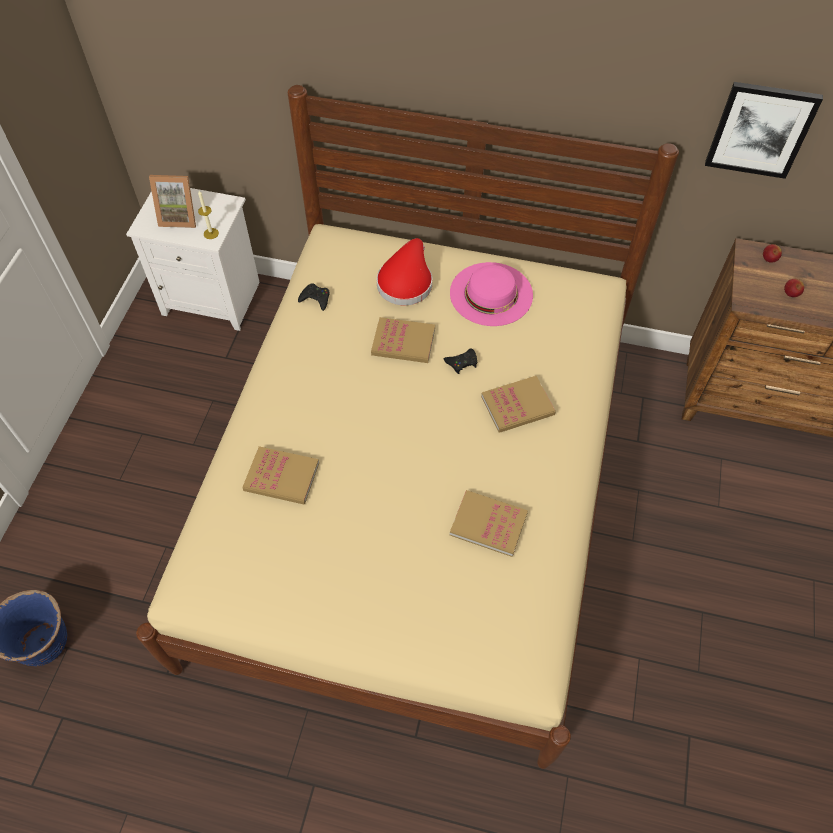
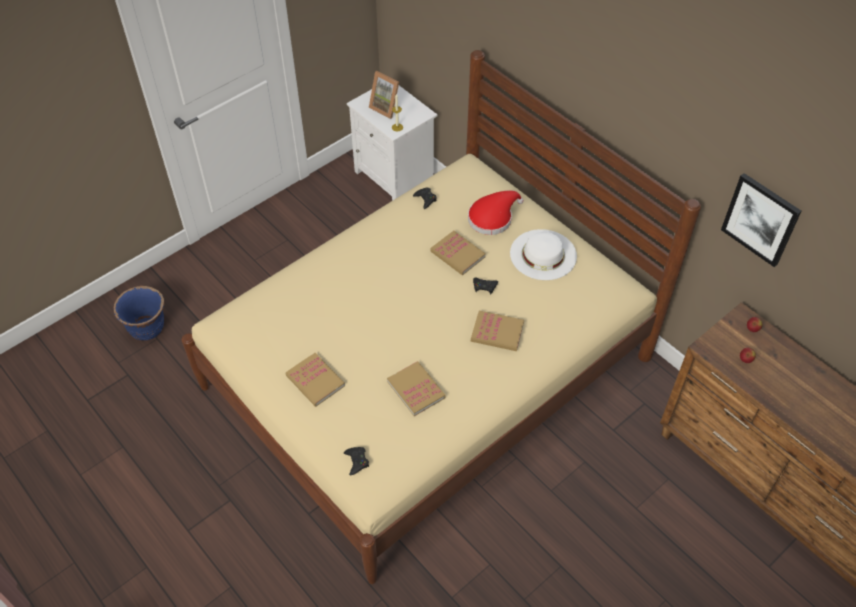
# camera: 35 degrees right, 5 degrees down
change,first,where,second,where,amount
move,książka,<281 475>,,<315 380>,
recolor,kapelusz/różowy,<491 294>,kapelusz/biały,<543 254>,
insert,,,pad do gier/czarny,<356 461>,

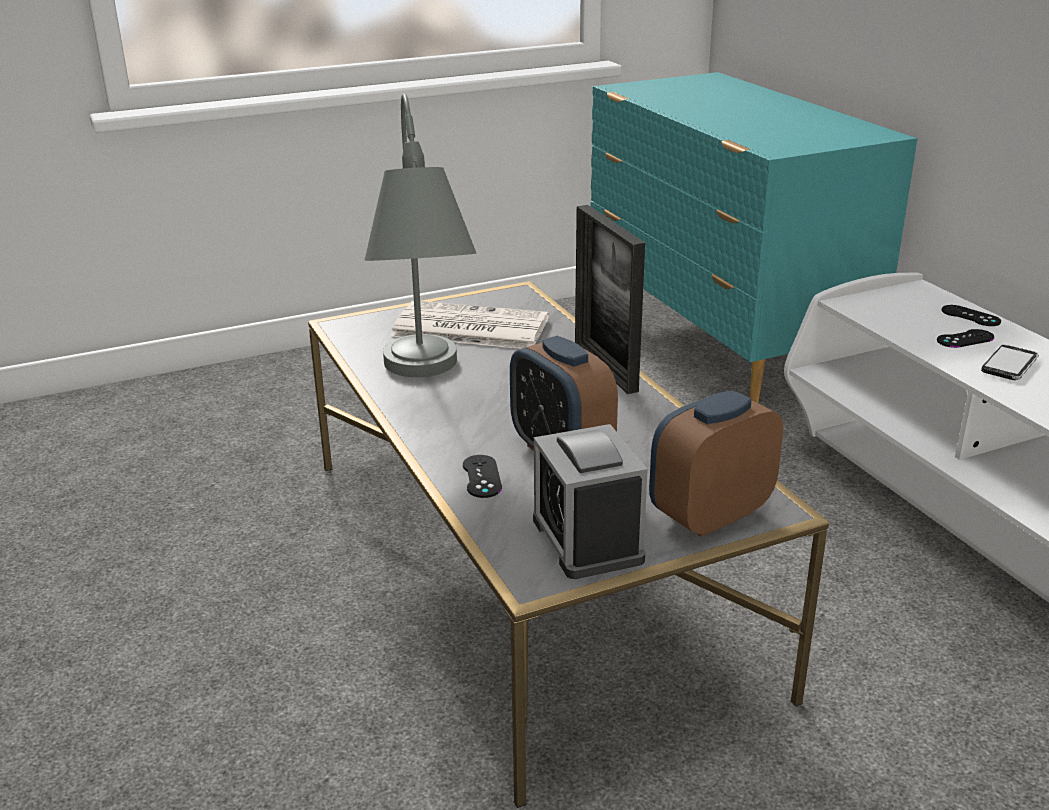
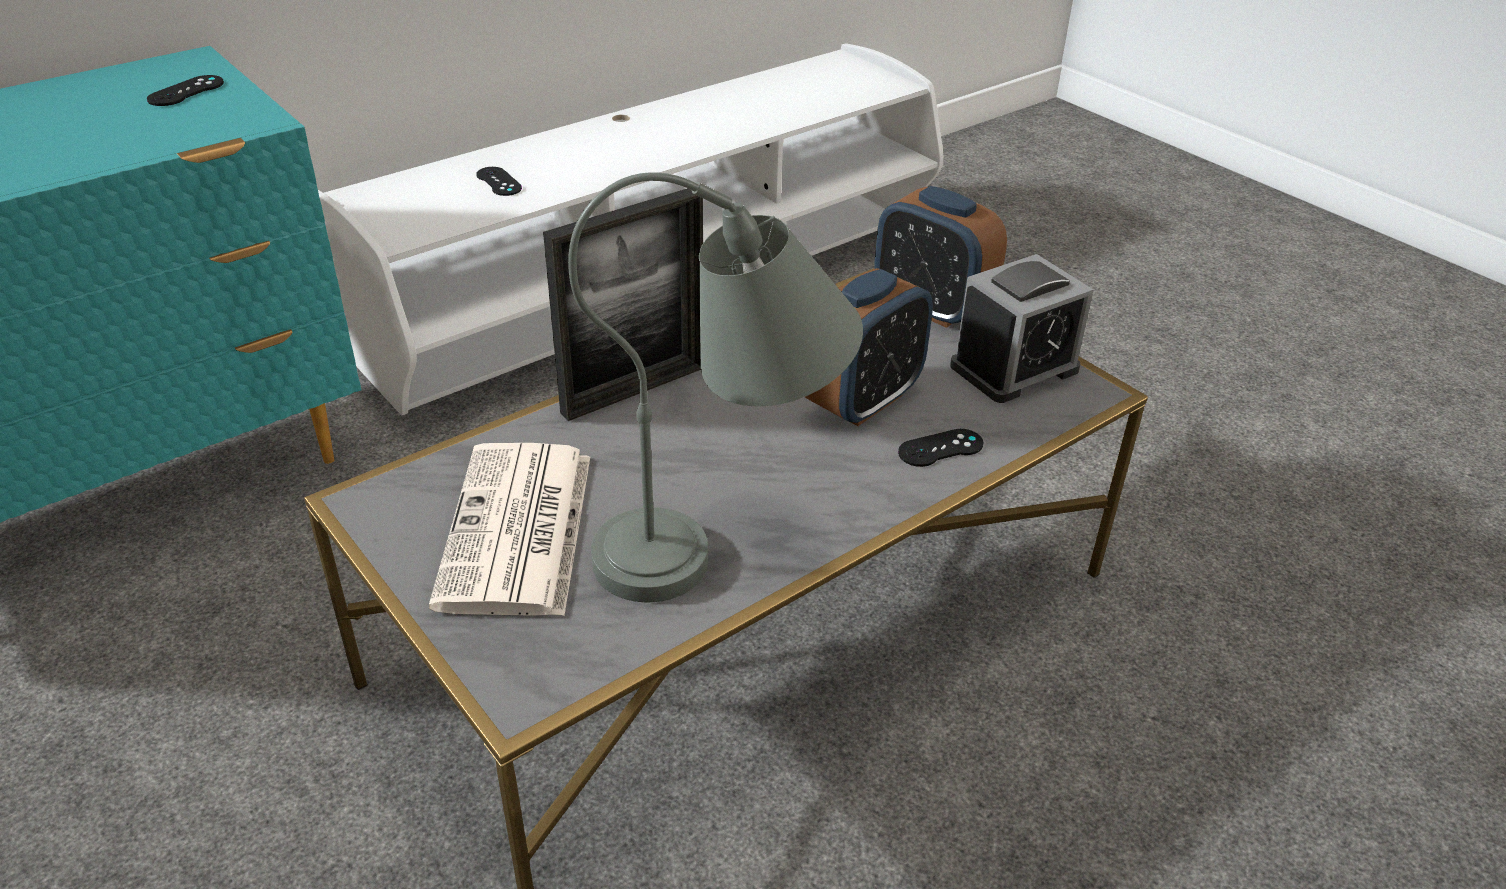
# camera: 105 degrees left, 10 degrees up
change,first,where,second,where,amount
move,pad do gier/czarny,<971 315>,,<185 90>,
delete,telefon,<1010 362>,,,

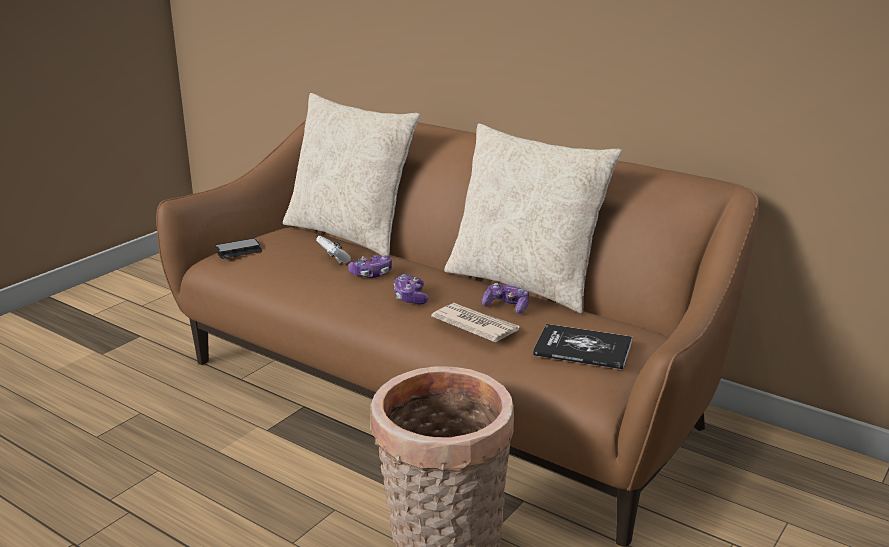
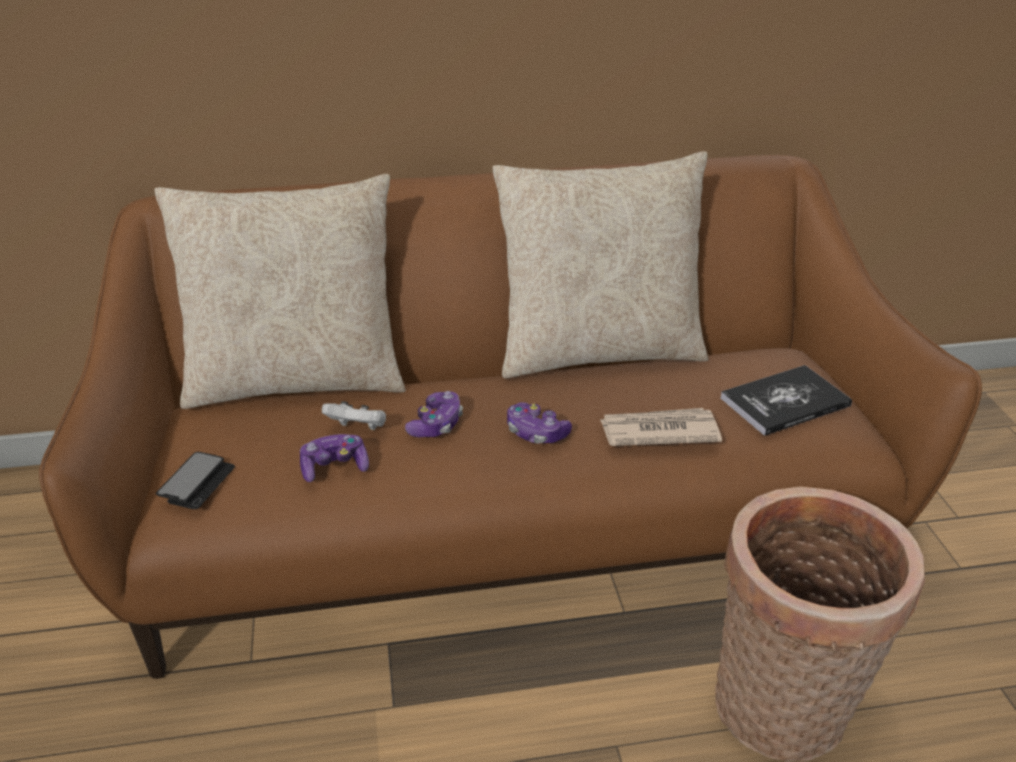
# camera: 45 degrees left, 10 degrees up
change,first,where,second,where,amount
move,pad do gier,<505 298>,,<334 458>,

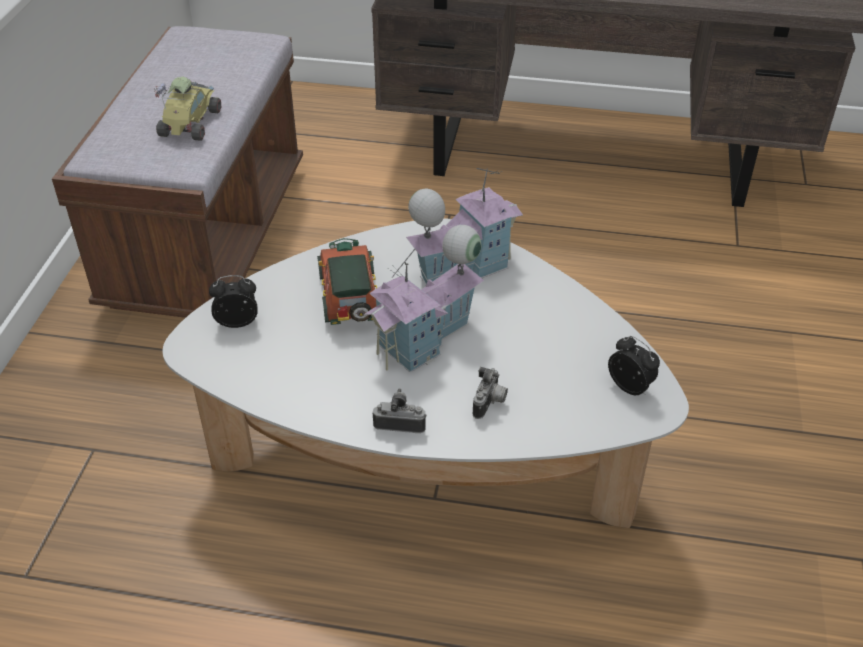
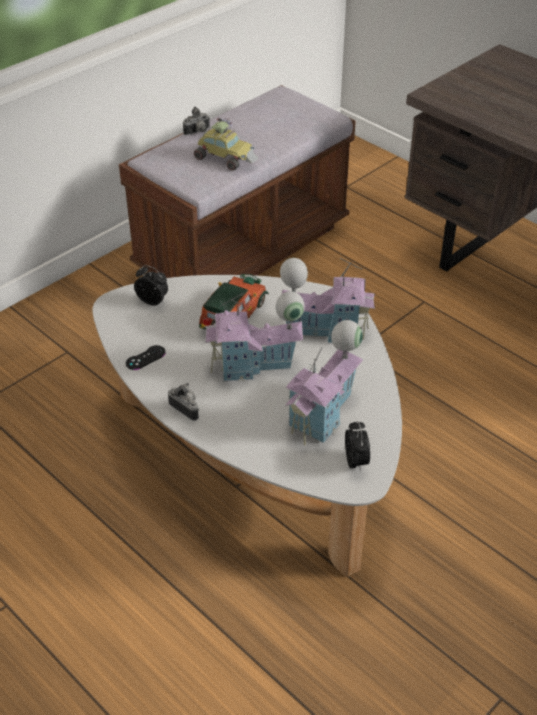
# camera: 35 degrees right, 0 degrees up
change,first,where,second,where,amount
rotate,samochodzik,<187 109>,,<226 144>,75 degrees clockwise
move,aparat fotograficzny,<490 393>,,<196 121>,
insert,,,pad do gier/czarny,<145 357>,
insert,,,domek,<324 382>,

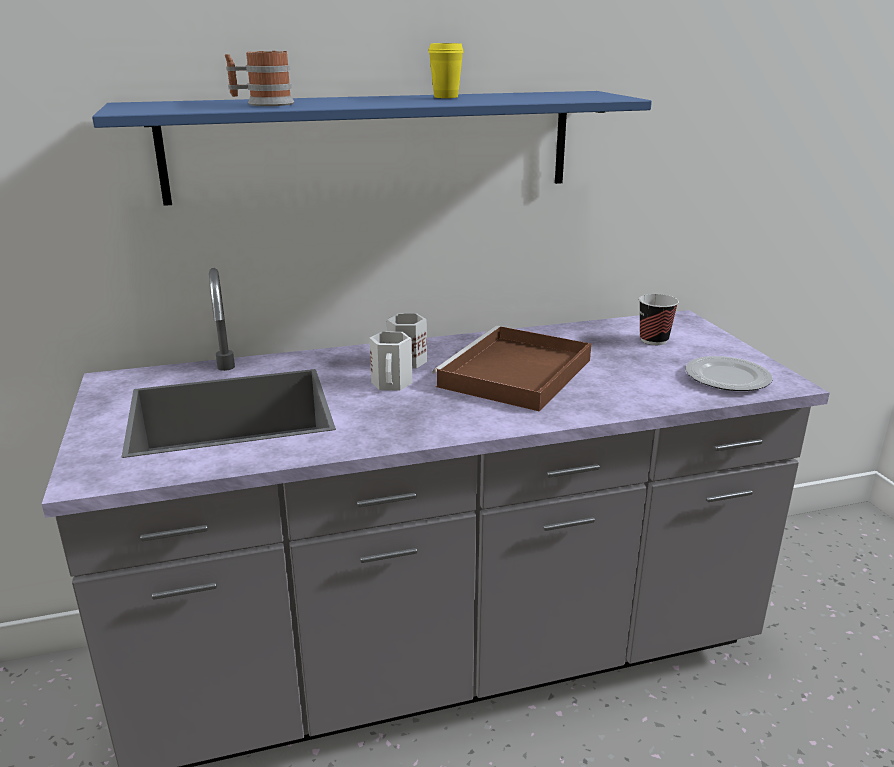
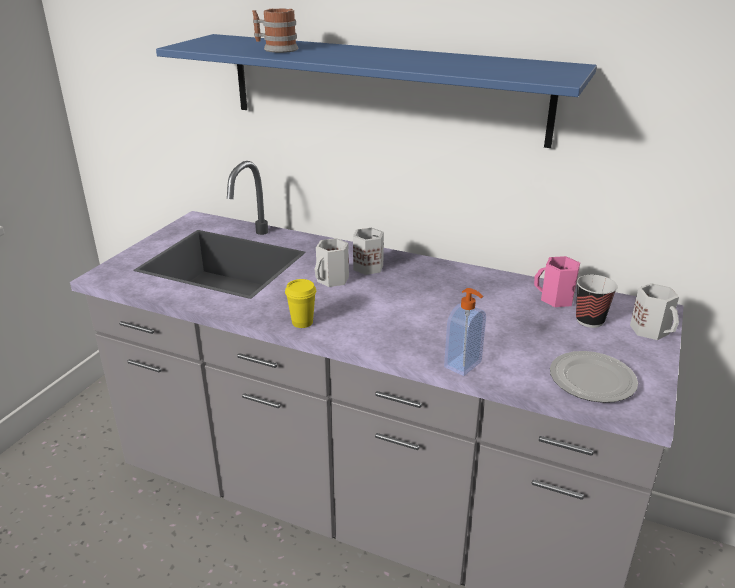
# camera: 40 degrees right, 5 degrees up
change,first,where,second,where,amount
move,filiżanka/żółty,<445 70>,,<300 303>,
delete,taca/brązowy,<512 369>,,,
insert,,,dozownik mydła,<465 332>,
insert,,,kubek/różowy,<557 281>,
insert,,,kubek/biały,<654 311>,

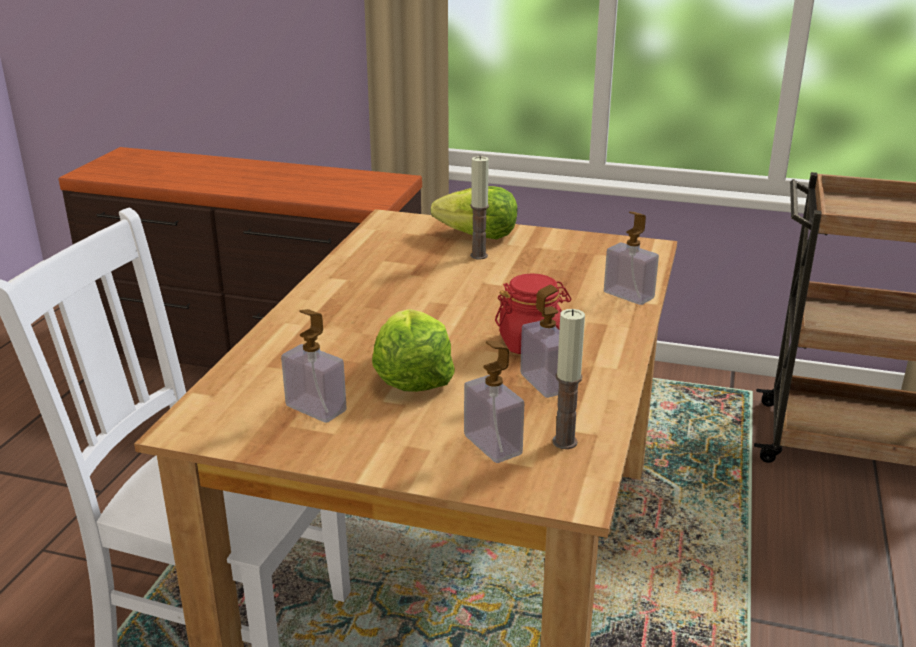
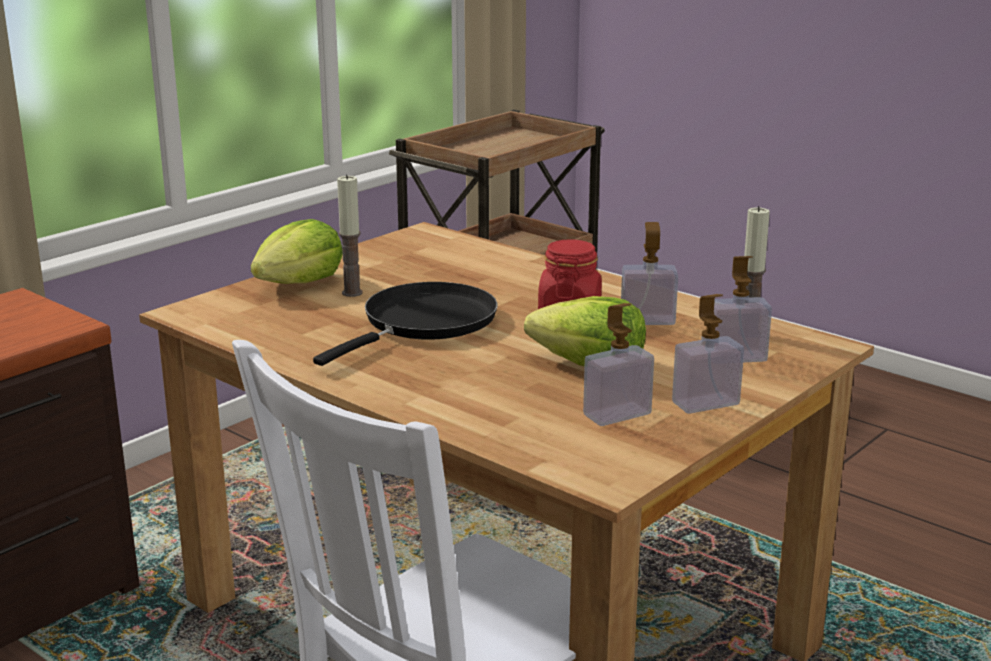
# camera: 65 degrees left, 5 degrees down
change,first,where,second,where,amount
move,dozownik mydła,<631 258>,,<708 353>,
insert,,,patelnia/czarny,<405 324>,

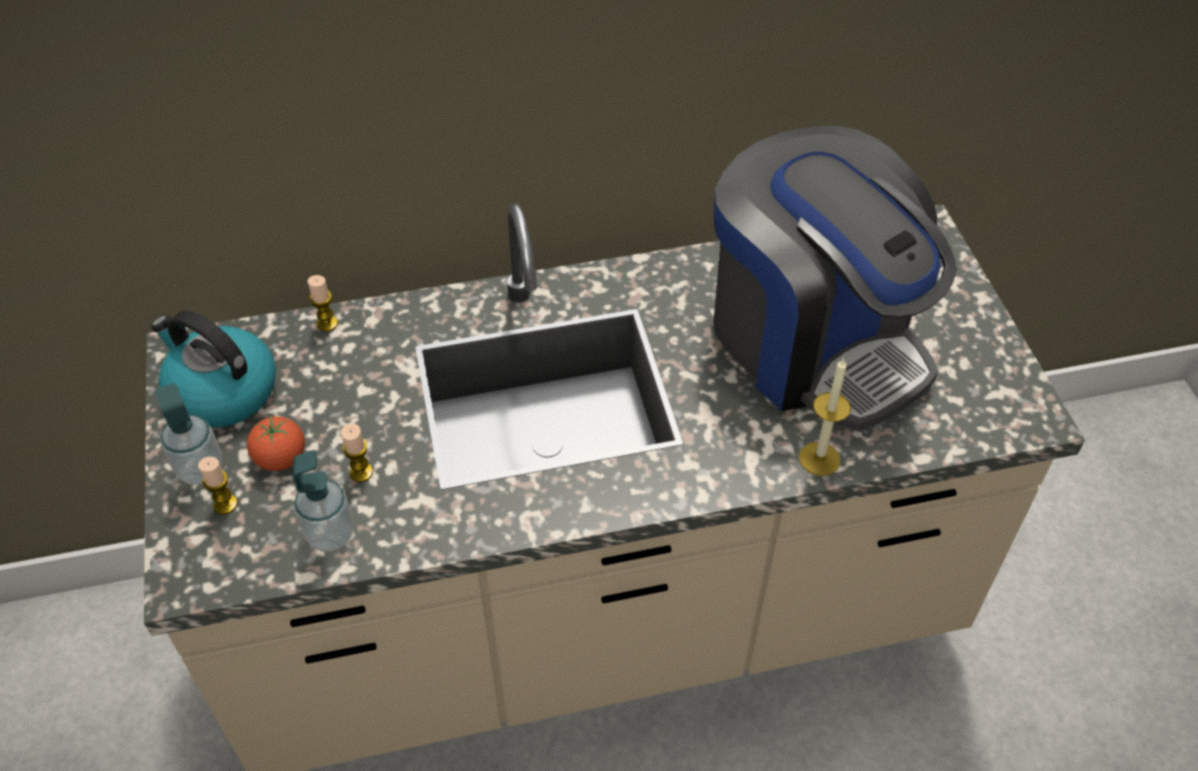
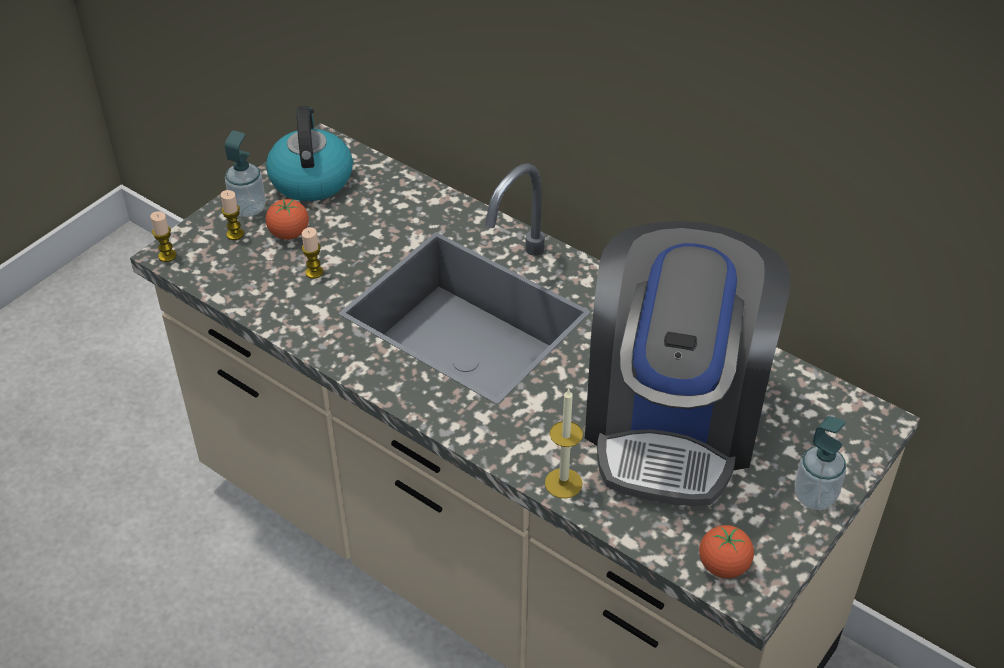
# camera: 50 degrees right, 5 degrees down
change,first,where,second,where,amount
move,dozownik mydła,<323 501>,,<820 463>,
move,świeca,<322 303>,,<163 236>,
insert,,,pomidor,<726 551>,

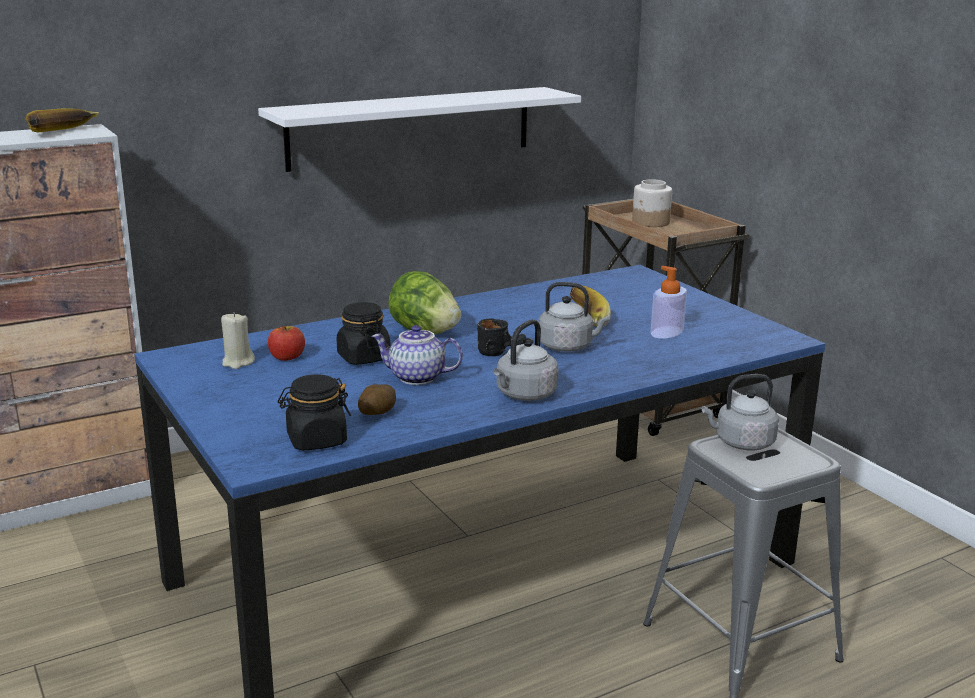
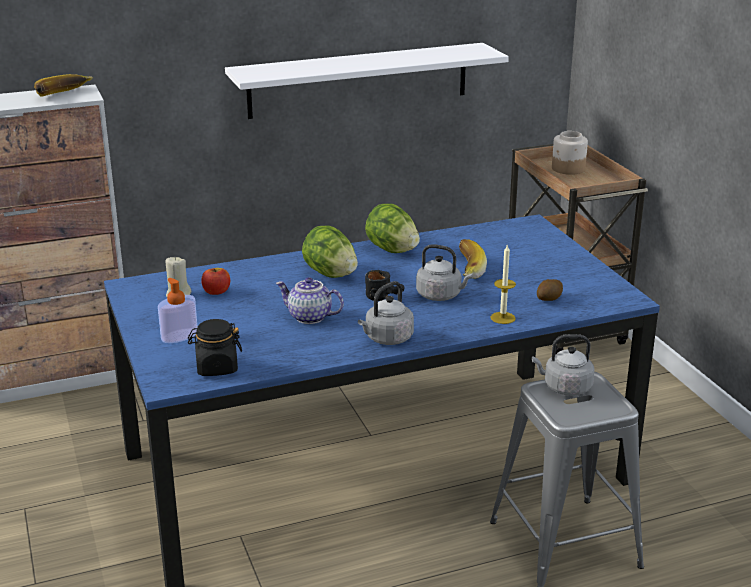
# camera: 10 degrees right, 5 degrees up
change,first,where,second,where,amount
delete,słoik/czarny,<363 333>,,,
move,ziemniak,<377 399>,,<550 290>,
move,dozownik mydła,<668 302>,,<178 310>,
insert,,,sałata,<392 228>,
insert,,,świeca,<503 284>,

